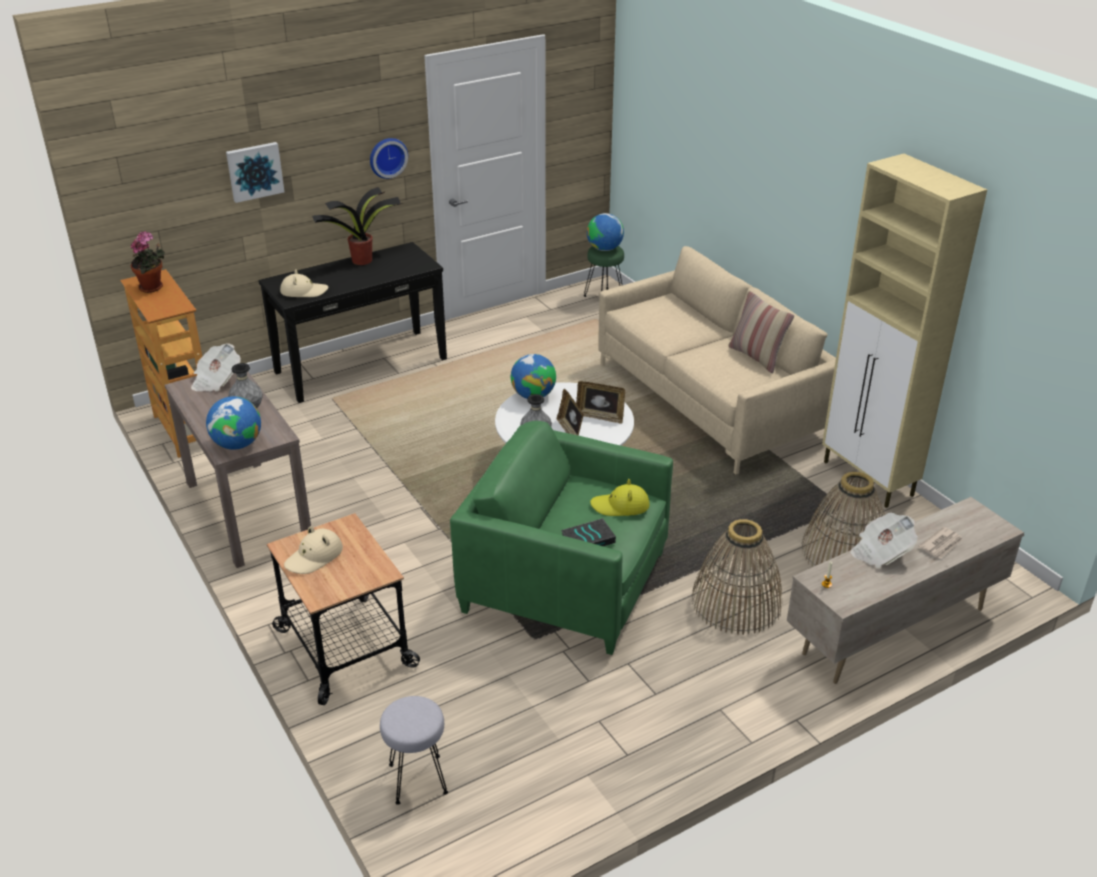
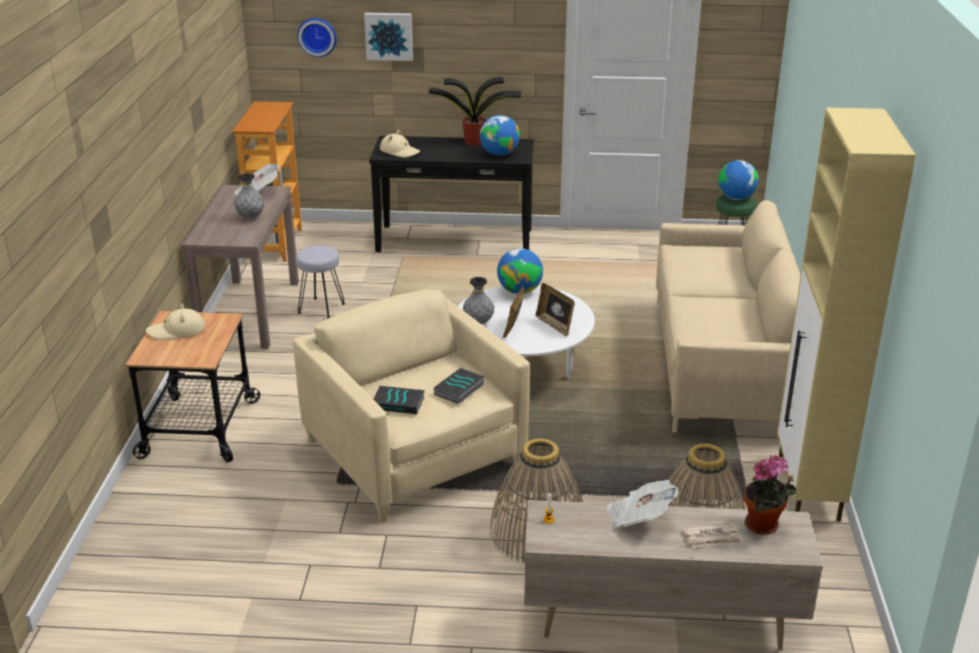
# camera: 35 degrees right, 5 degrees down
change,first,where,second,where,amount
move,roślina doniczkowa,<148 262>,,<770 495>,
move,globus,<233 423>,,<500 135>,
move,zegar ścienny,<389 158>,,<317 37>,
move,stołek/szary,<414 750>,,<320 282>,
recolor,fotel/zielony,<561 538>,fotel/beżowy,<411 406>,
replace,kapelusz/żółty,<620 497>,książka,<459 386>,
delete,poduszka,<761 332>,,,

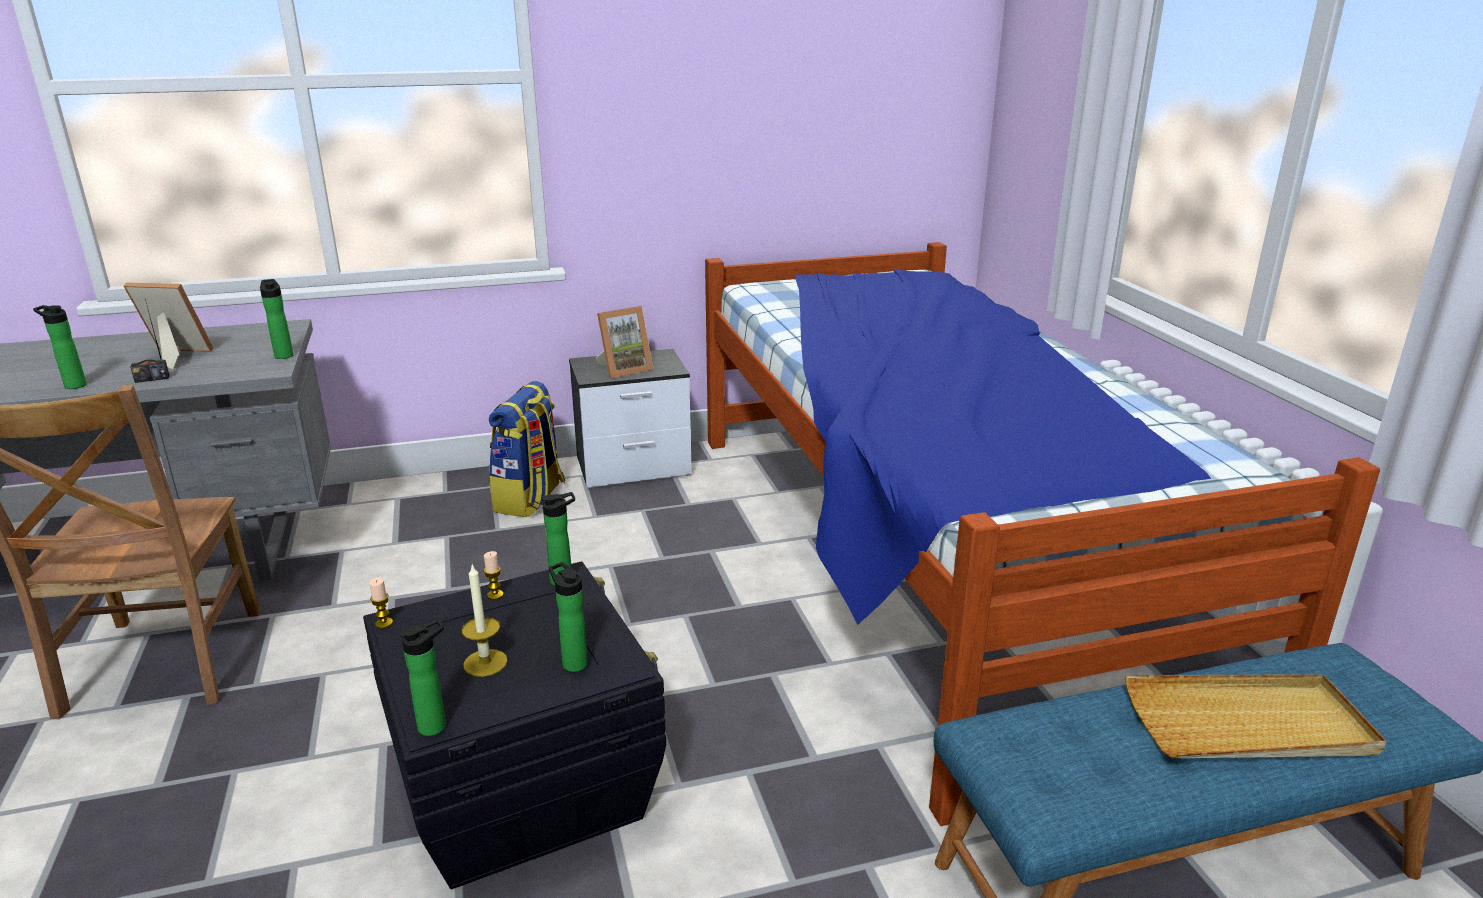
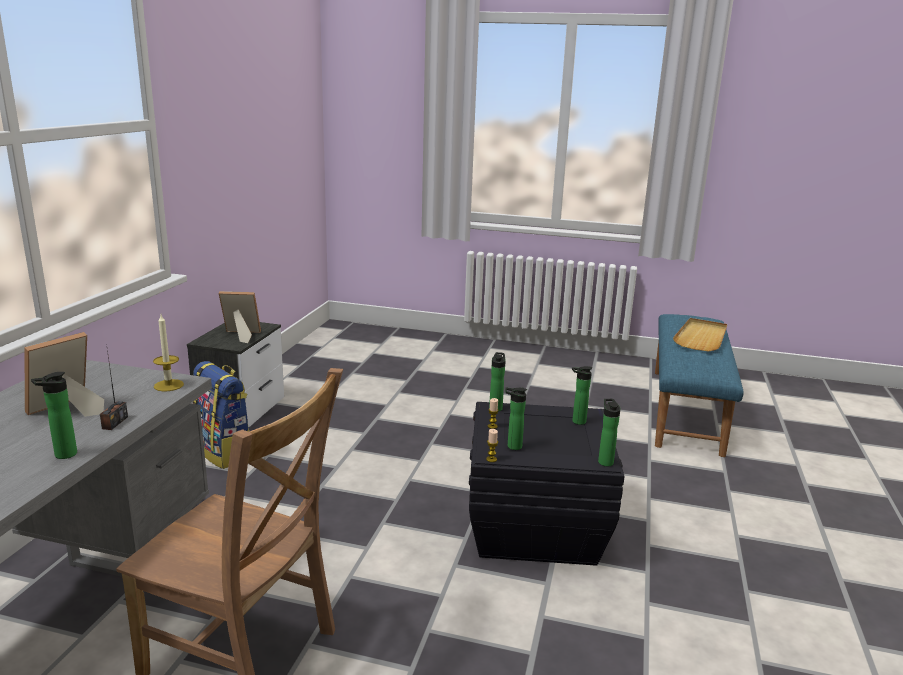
# camera: 60 degrees left, 5 degrees down
change,first,where,second,where,amount
move,butelka,<277 319>,,<516 418>,
move,świeca,<485 620>,,<168 353>,
rotate,ramka na zdjęcie,<624 342>,,<240 317>,90 degrees counterclockwise
delete,łóżko,<1042 534>,,,

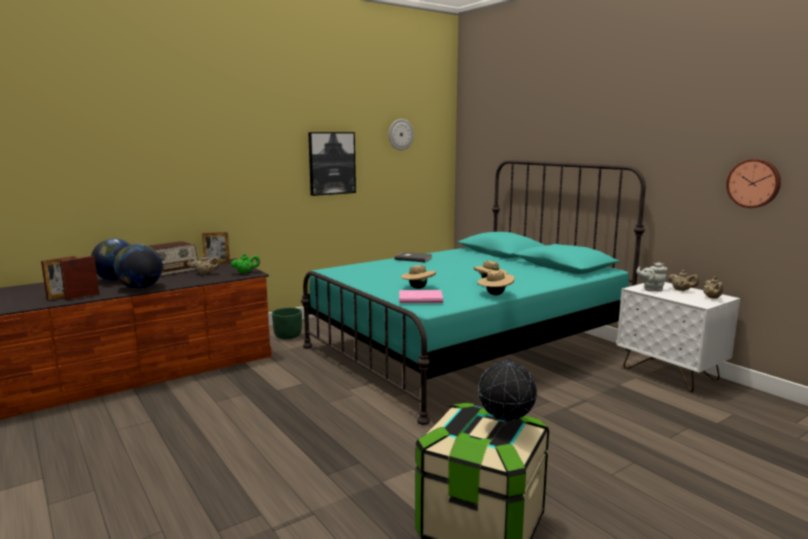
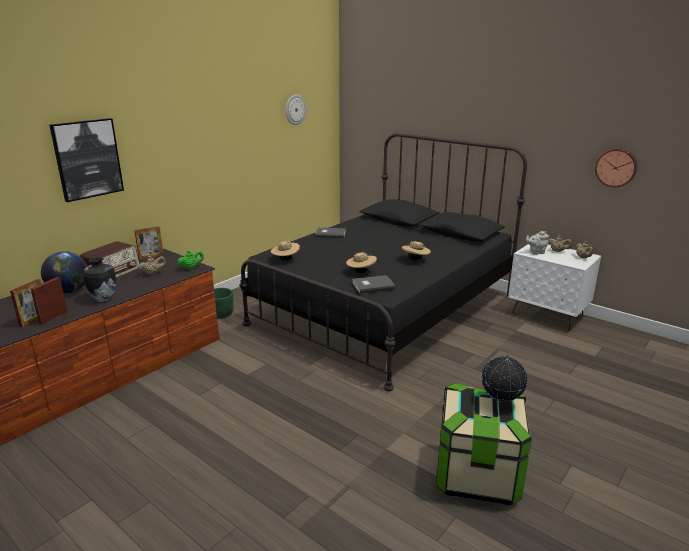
# camera: 15 degrees left, 10 degrees up
change,first,where,second,where,amount
replace,globus,<138 266>,wazon,<99 279>,
recolor,łóżko/turkusowy,<473 292>,łóżko/czarny,<383 262>,
move,obraz,<332 164>,,<86 160>,
recolor,książka/różowy,<421 296>,książka/szary,<374 284>,
move,kapelusz/beżowy,<496 282>,,<285 251>,

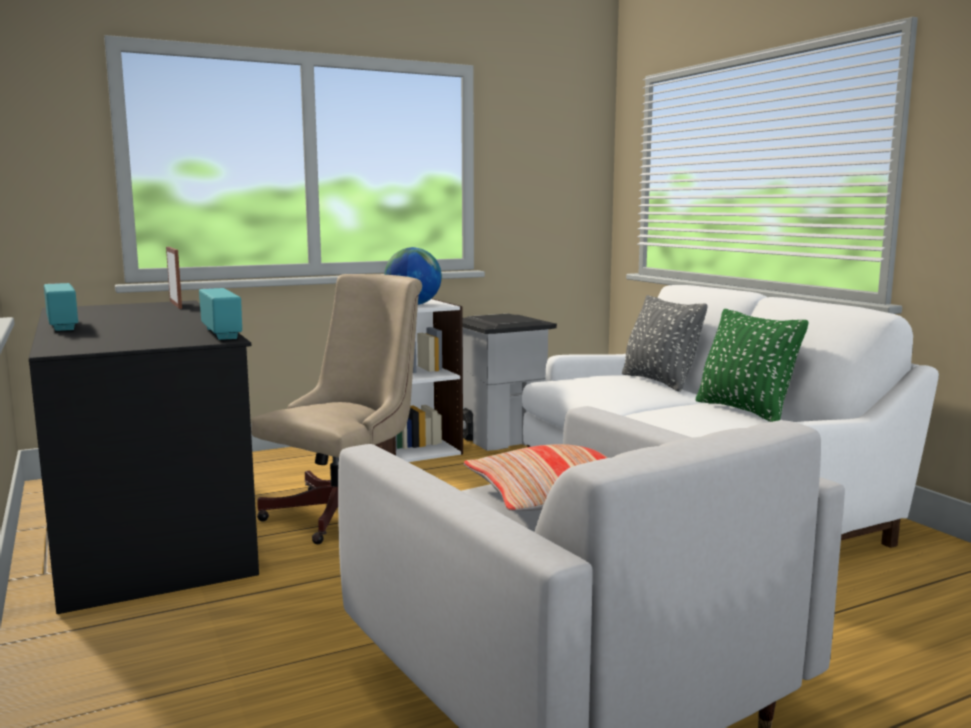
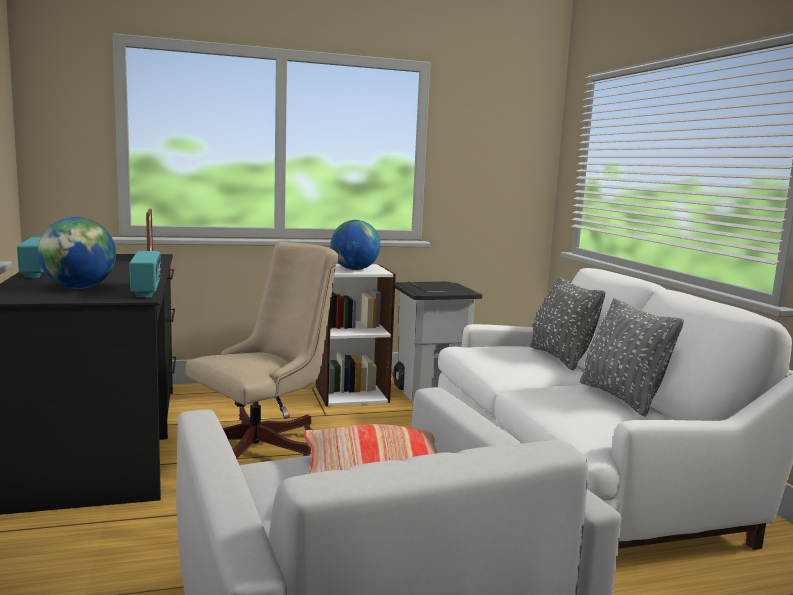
# camera: 10 degrees right, 0 degrees up
change,first,where,second,where,amount
recolor,poduszka/zielony,<752 365>,poduszka/szary,<632 357>,
insert,,,globus,<77 253>,

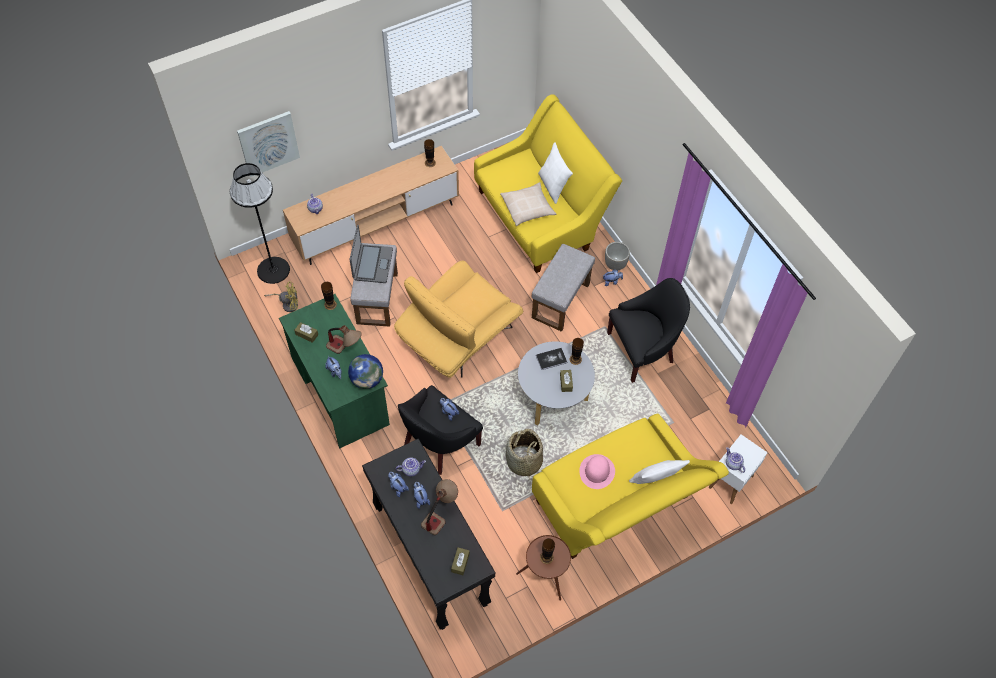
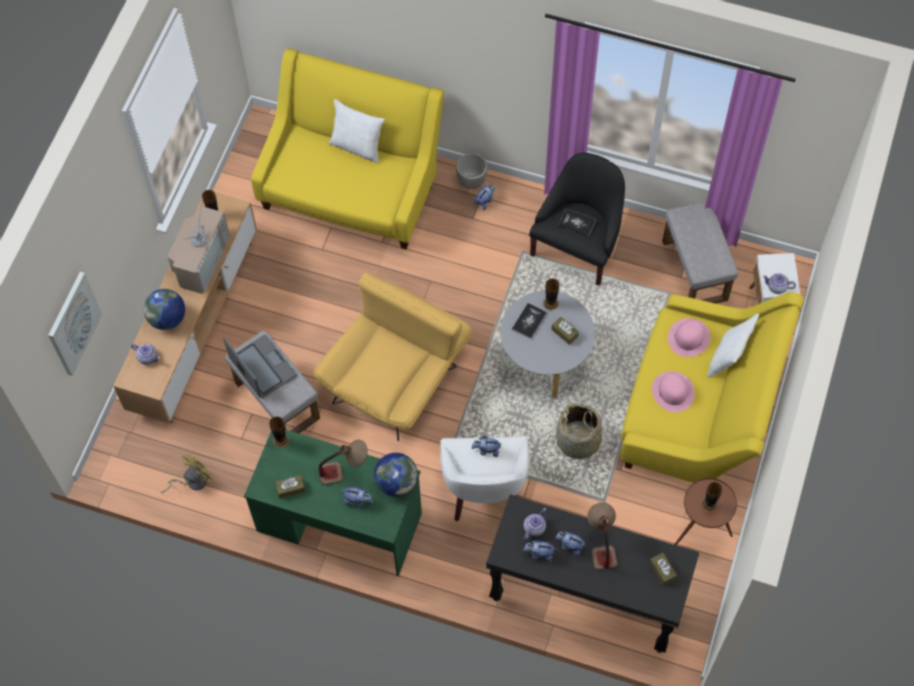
# camera: 40 degrees left, 5 degrees up
change,first,where,second,where,amount
delete,lampa stojąca/czarny,<260 223>,,,
rotate,fotel/żółty,<459 319>,,<393 356>,150 degrees counterclockwise
recolor,fotel/czarny,<440 430>,fotel/biały,<484 478>,
delete,poduszka/beżowy,<528 204>,,,
move,pufa/szary,<563 288>,,<700 252>,
insert,,,globus,<164 309>,
insert,,,telewizor,<198 247>,
insert,,,książka,<577 223>,
insert,,,kapelusz/różowy,<689 337>,

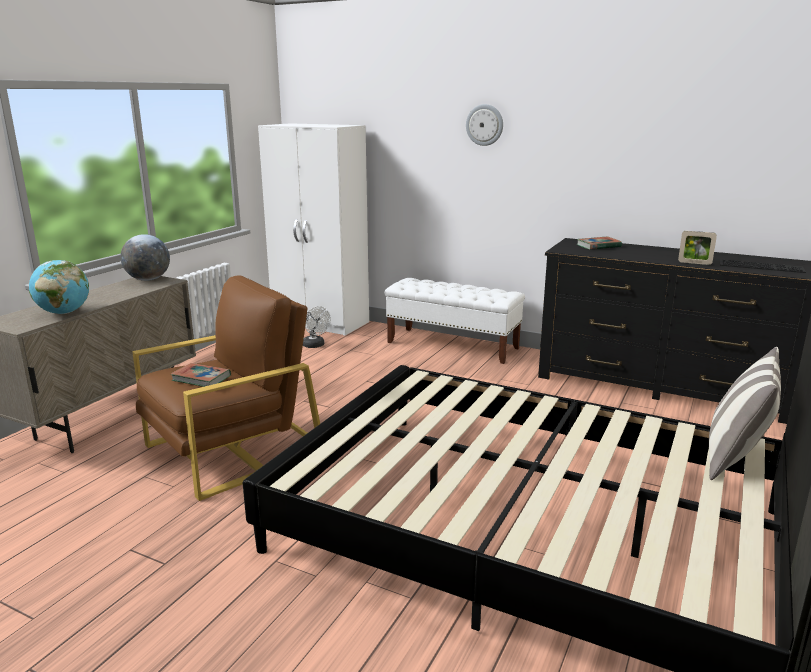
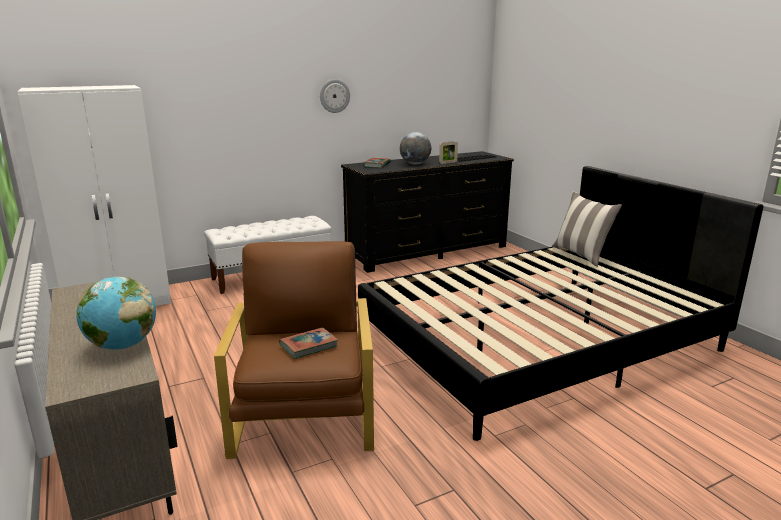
# camera: 55 degrees left, 0 degrees up
change,first,where,second,where,amount
move,globus,<145 257>,,<415 148>,
delete,wentylator/biały,<317 327>,,,
move,zegar ścienny,<484 125>,,<335 96>,

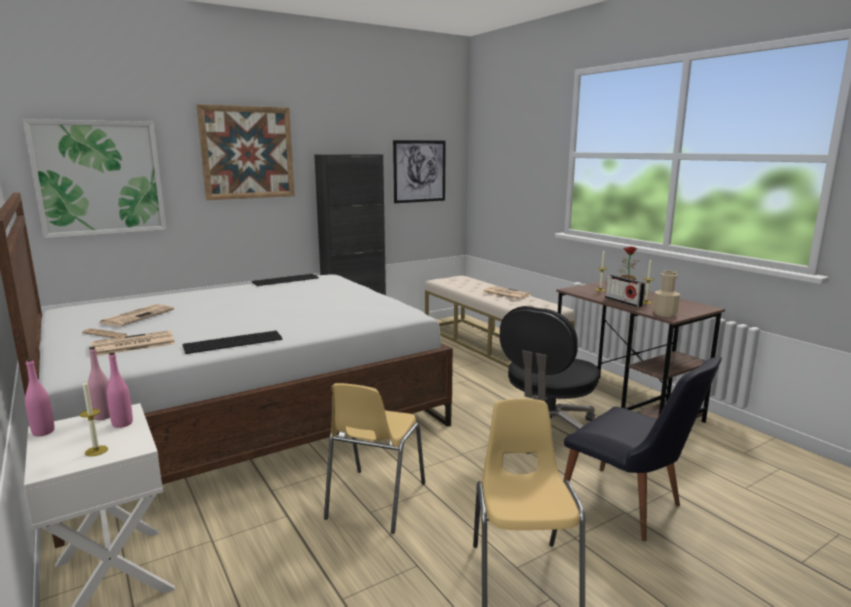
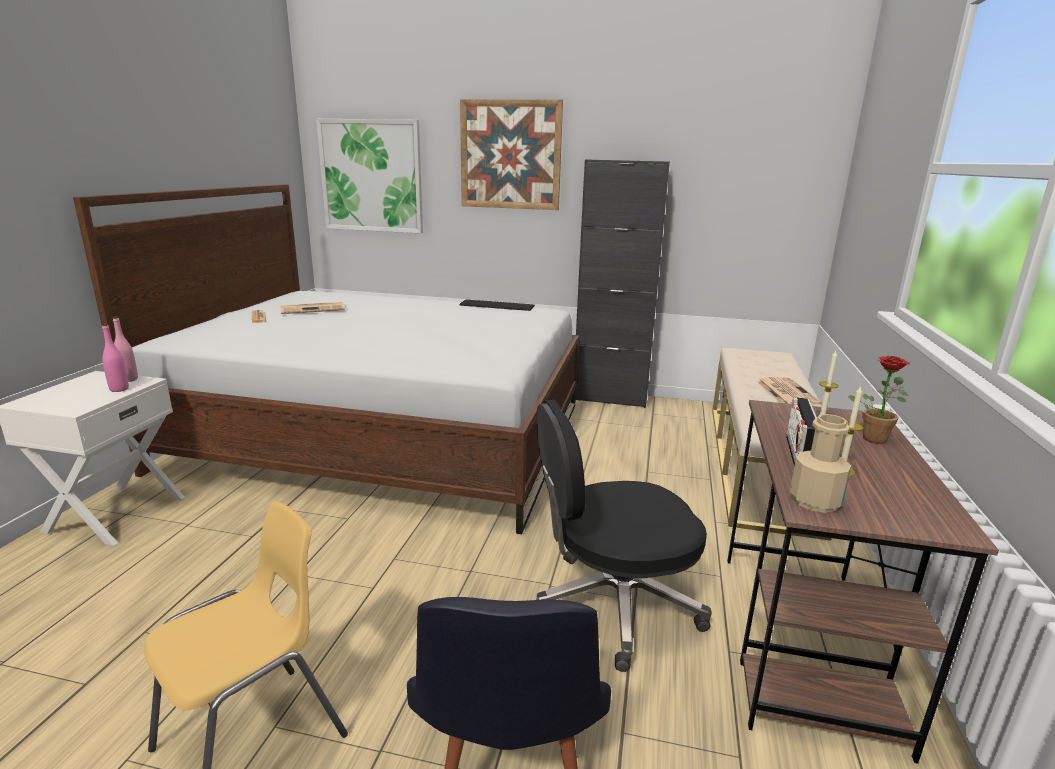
# camera: 45 degrees right, 5 degrees up
change,first,where,second,where,amount
delete,butelka/różowy,<39 397>,,,
delete,świeca,<94 418>,,,
delete,gazeta,<133 343>,,,
delete,klawiatura,<232 342>,,,
delete,krzesło/żółty,<374 458>,,,
delete,obraz,<419 171>,,,

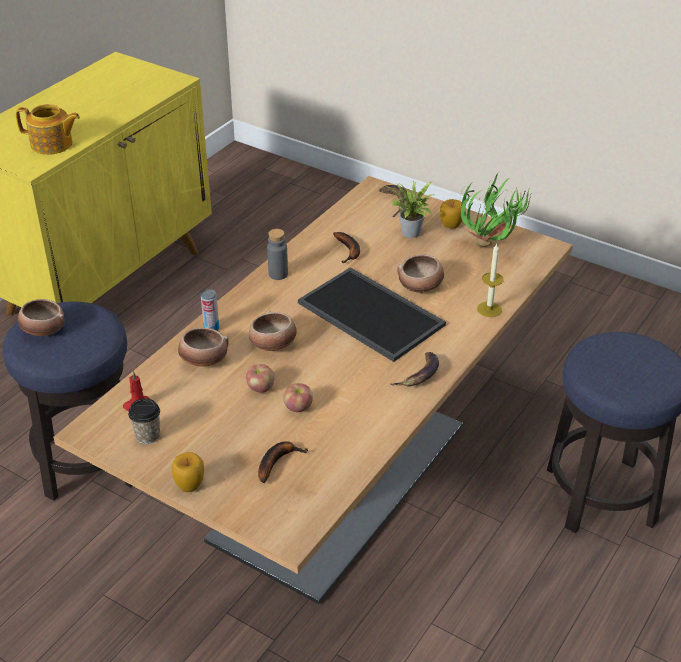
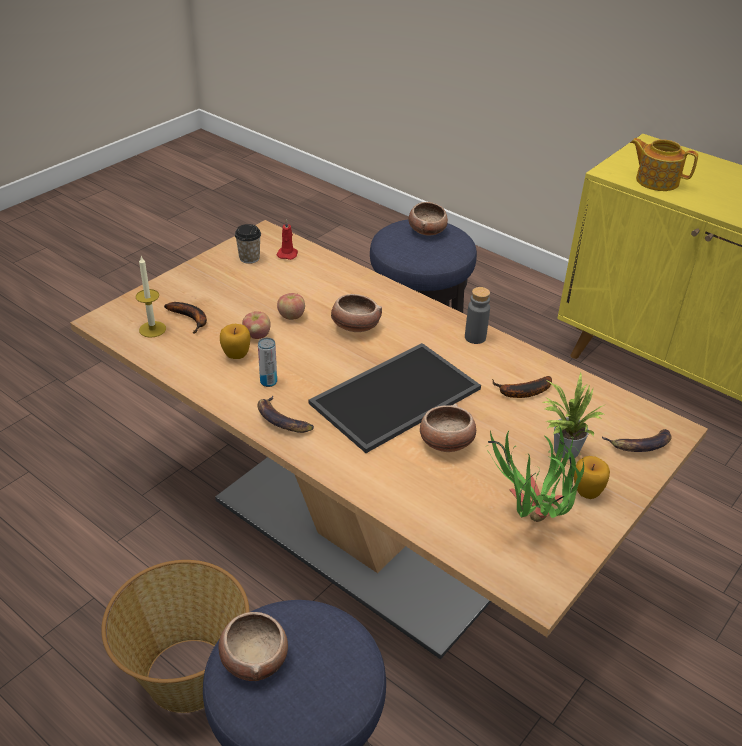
# camera: 95 degrees right, 0 degrees up
change,first,where,second,where,amount
rotate,imbryk,<48 129>,,<664 164>,105 degrees clockwise
move,jabłko,<188 472>,,<235 341>,
move,miska,<203 347>,,<253 646>,
move,puszka,<210 310>,,<267 362>,
move,świeca,<490 280>,,<151 297>,
insert,,,koszyk,<175 636>,

